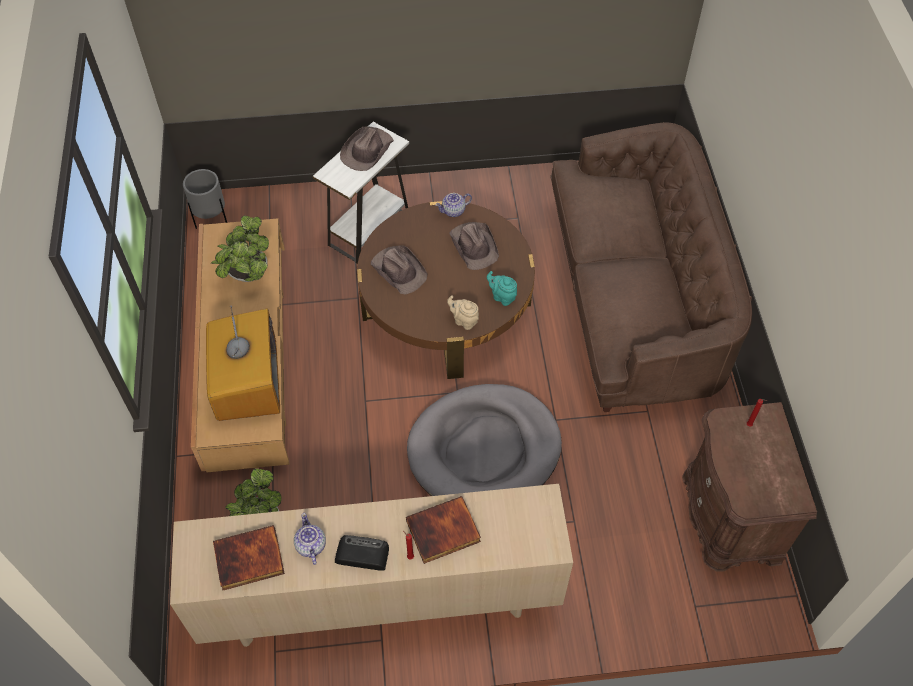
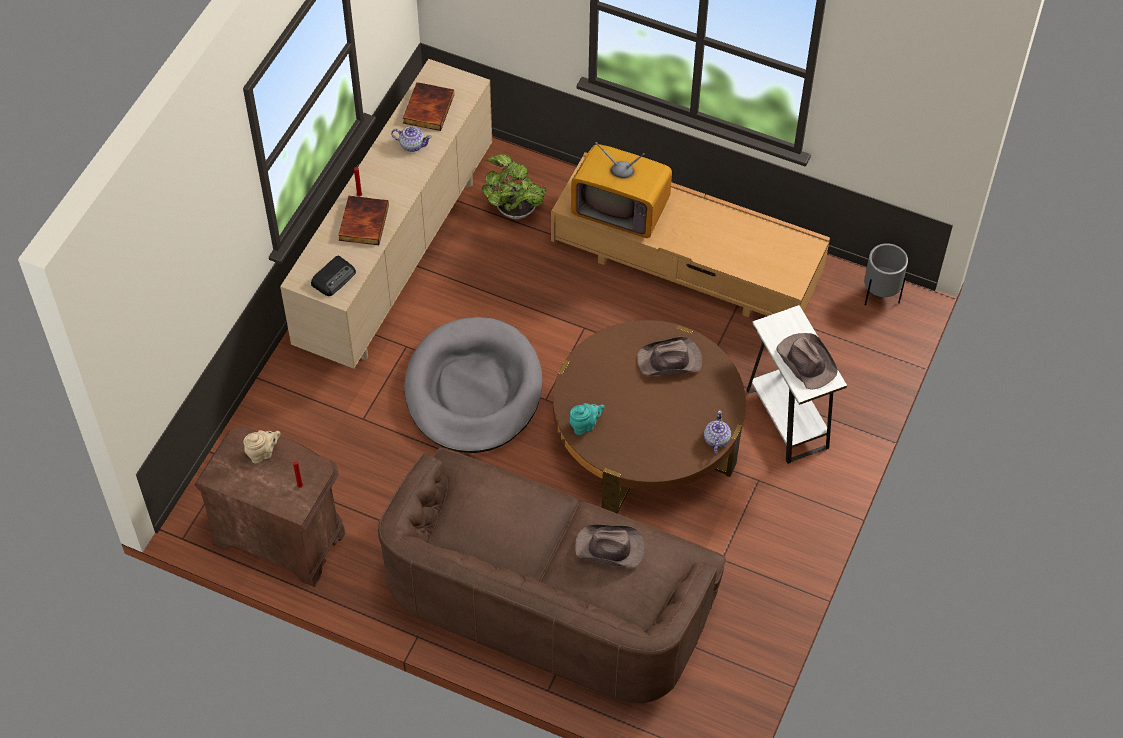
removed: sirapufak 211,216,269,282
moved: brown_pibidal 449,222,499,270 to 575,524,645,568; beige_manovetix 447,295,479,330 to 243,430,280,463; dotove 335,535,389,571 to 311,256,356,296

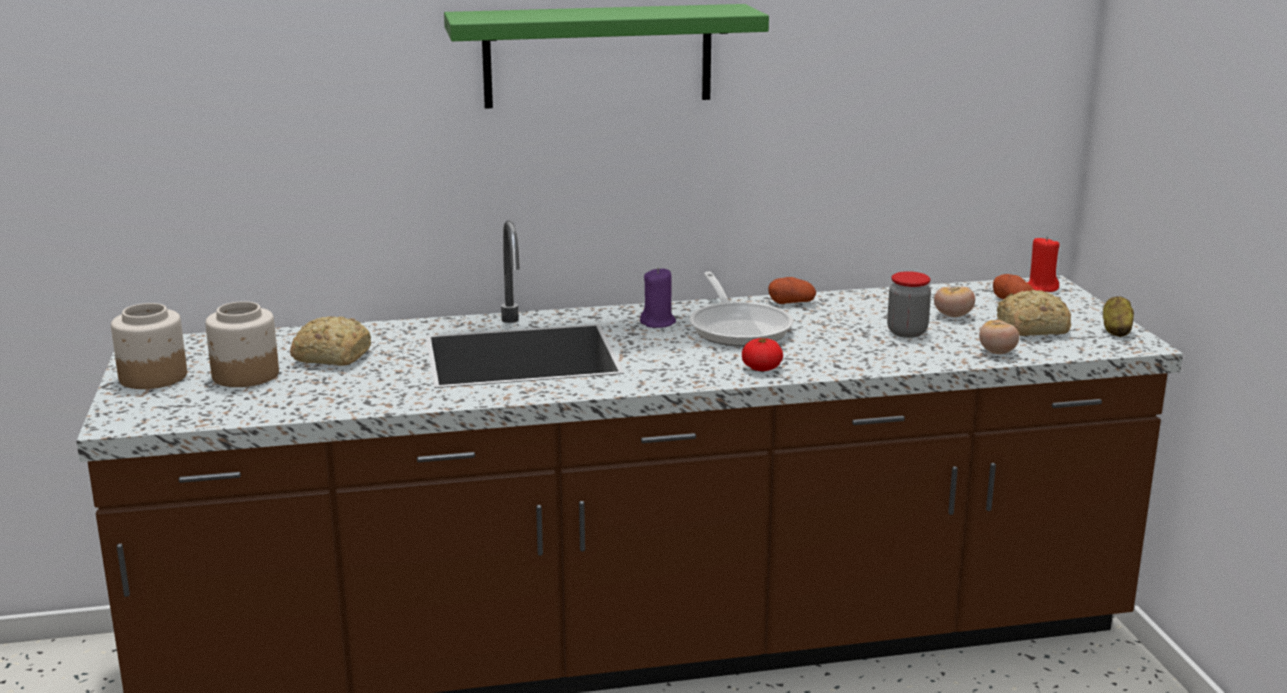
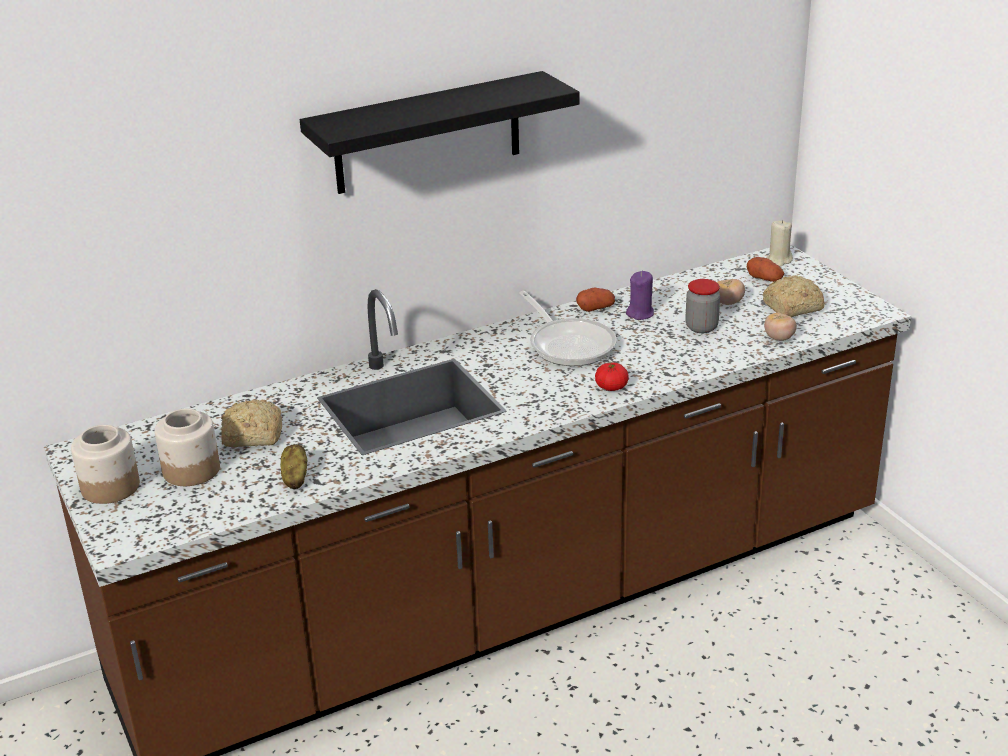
moved: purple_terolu 640,268,676,328 to 626,271,654,320; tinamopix 1103,296,1134,337 to 280,445,307,489
recoloured: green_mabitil 444,4,769,109 to black_mabitil 300,71,580,194; red_terolu 1027,236,1060,292 to beige_terolu 766,220,793,266

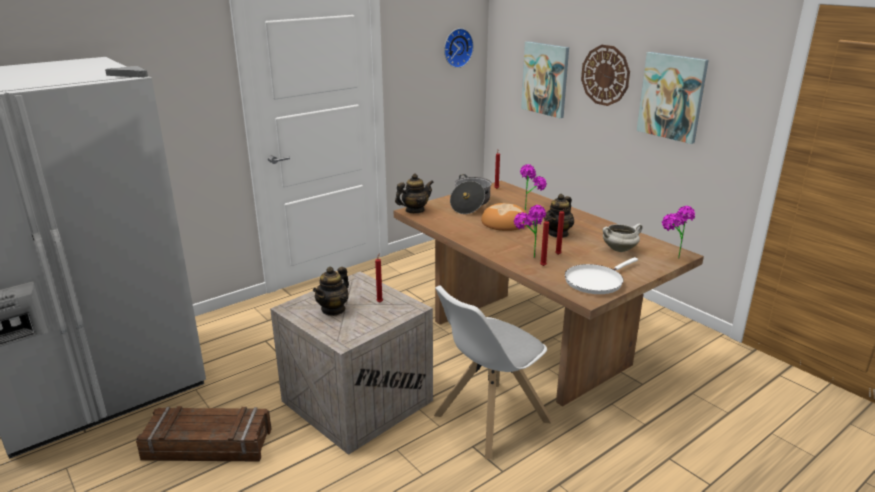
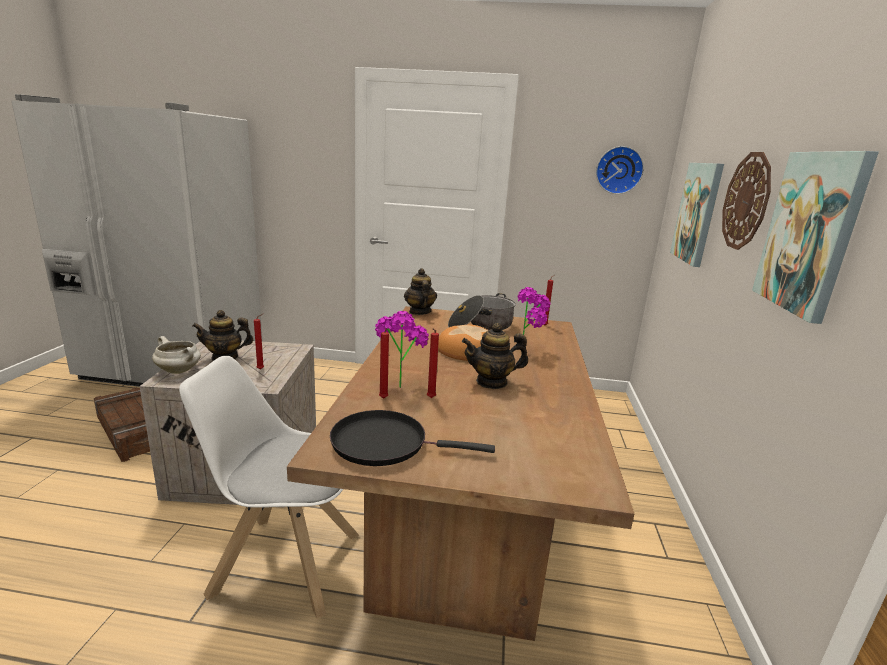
removed: sirapufak 662,206,695,259
moved: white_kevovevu 603,224,643,252 to 152,336,201,374
recoloured: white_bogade 565,257,638,294 to black_bogade 330,410,495,466
turned: manovetix 395,173,434,213 = 404,268,437,315 120 degrees counterclockwise

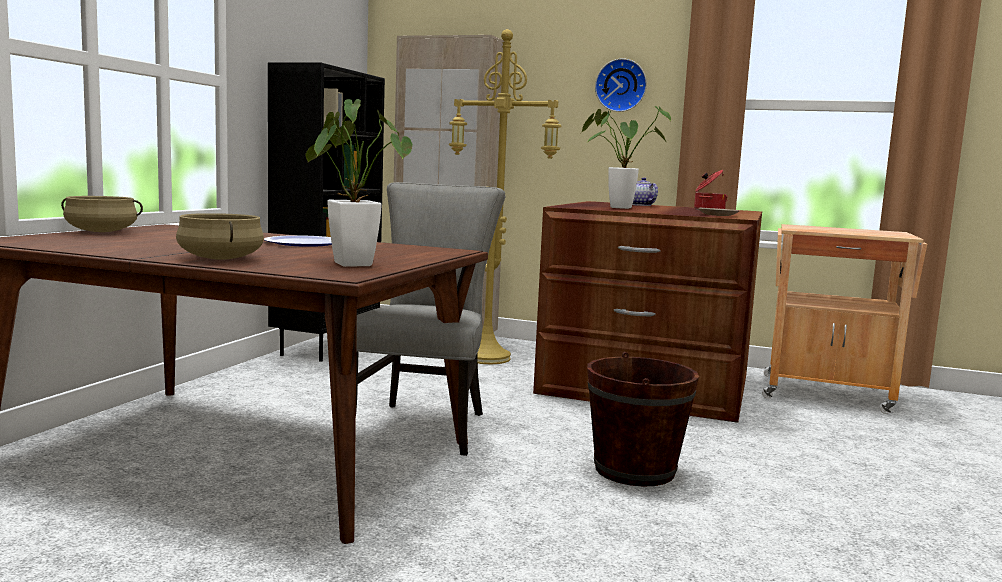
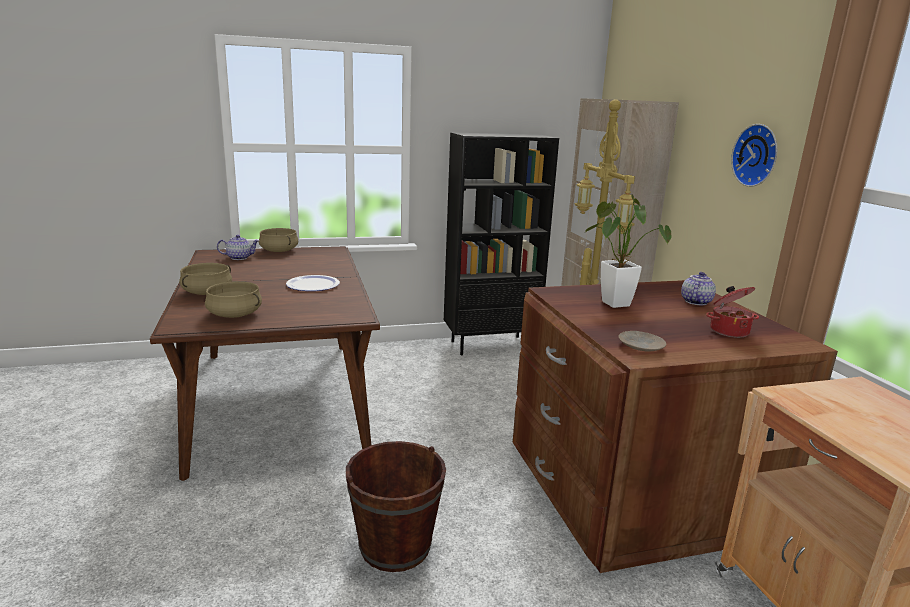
removed: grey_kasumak 356,182,506,456
added: manovetix 217,235,259,260
replaced: sirapufak 305,99,413,267 to beige_kevovevu 205,281,262,318

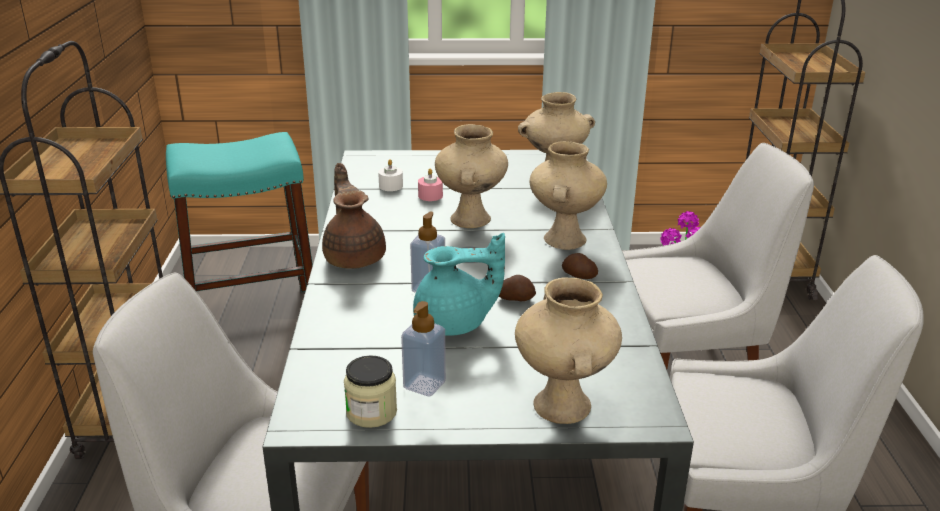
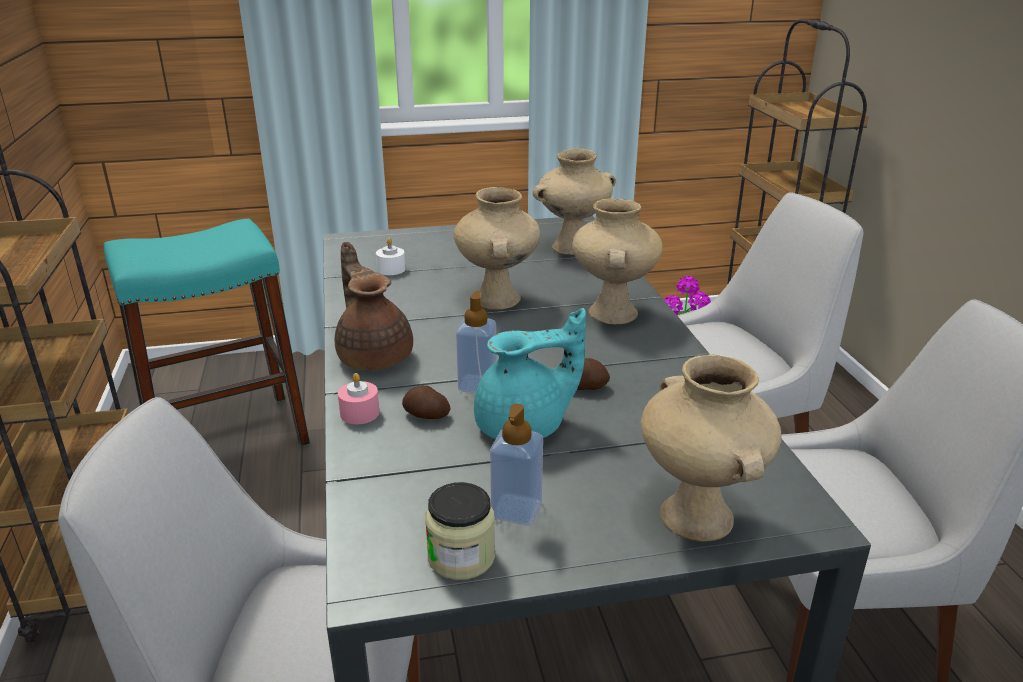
moved: pink_terolu 418,169,443,201 to 338,373,380,424; tinamopix 562,253,598,279 to 402,385,450,419

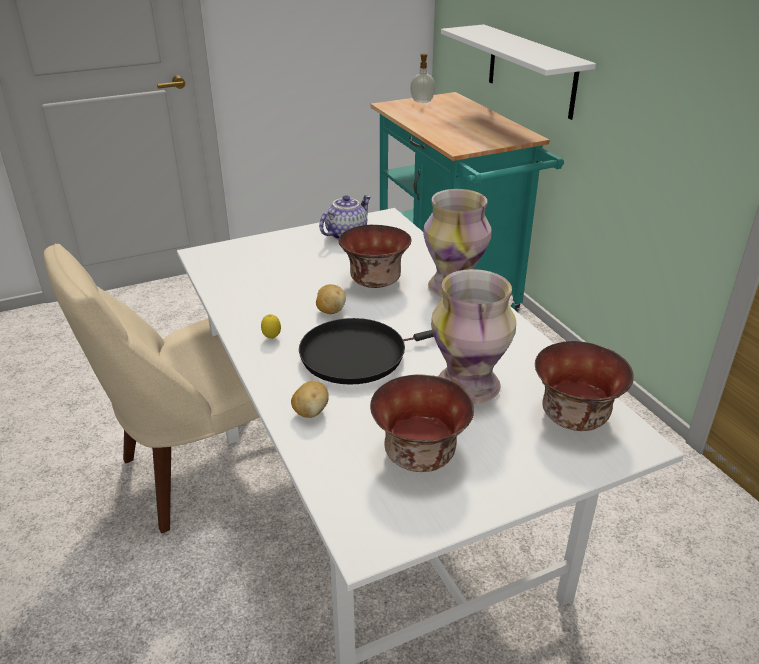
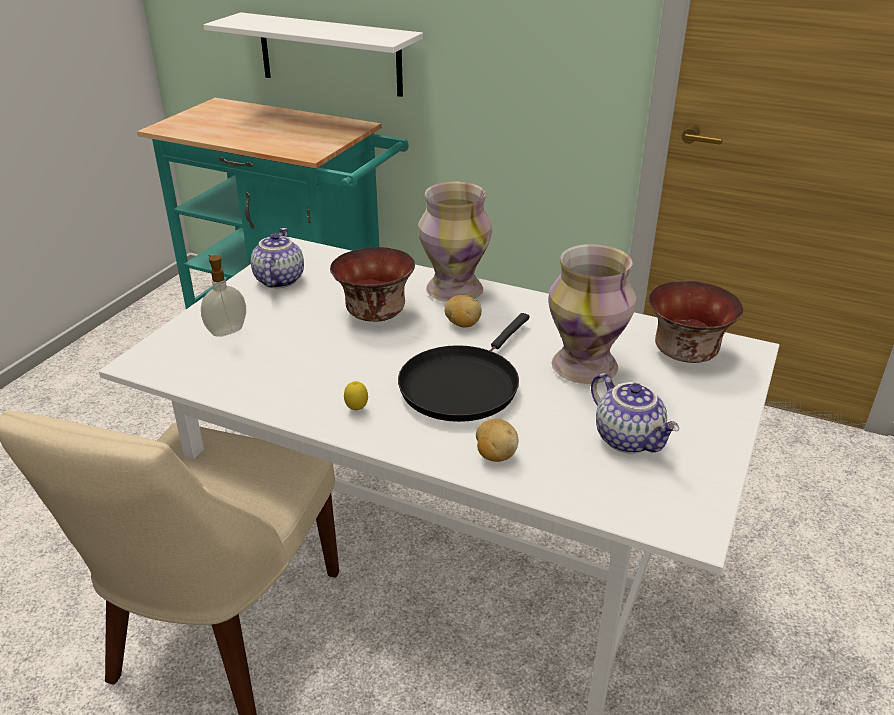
moved: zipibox 410,54,436,103 to 201,255,246,337; tinamopix 316,284,346,314 to 444,295,482,328
replaced: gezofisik 370,375,474,472 to manovetix 591,373,679,454

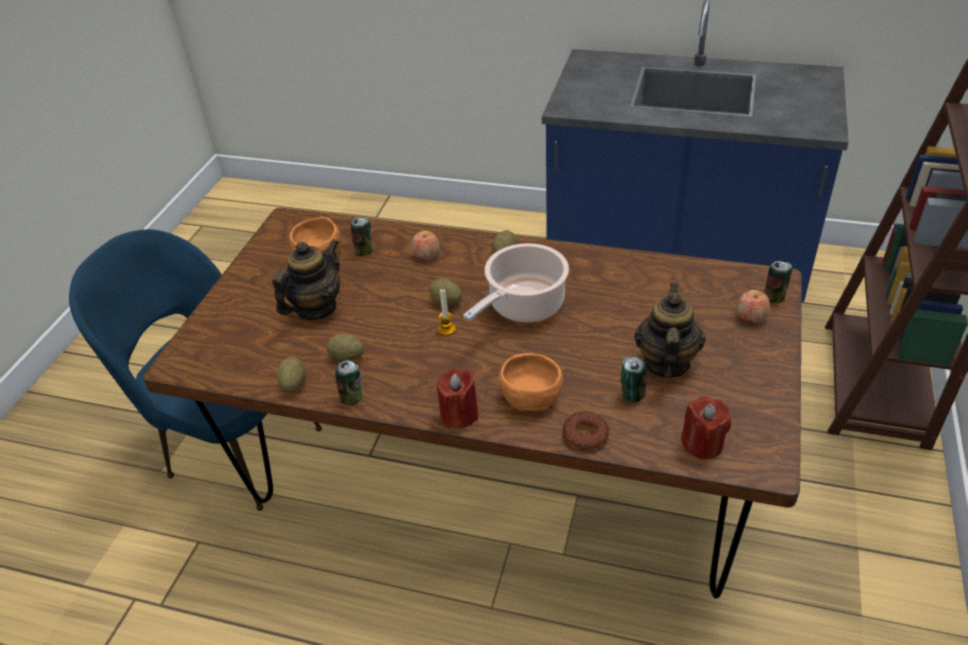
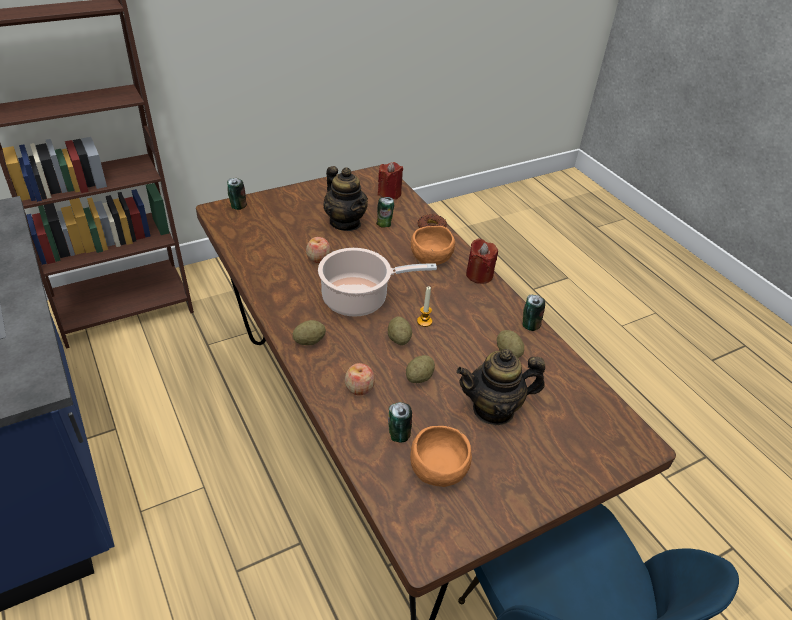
moved: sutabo 737,290,770,323 to 306,237,331,263; tinamopix 277,357,306,391 to 406,355,435,383
turned: manovetix 634,283,706,378 = 323,166,368,231 90 degrees counterclockwise

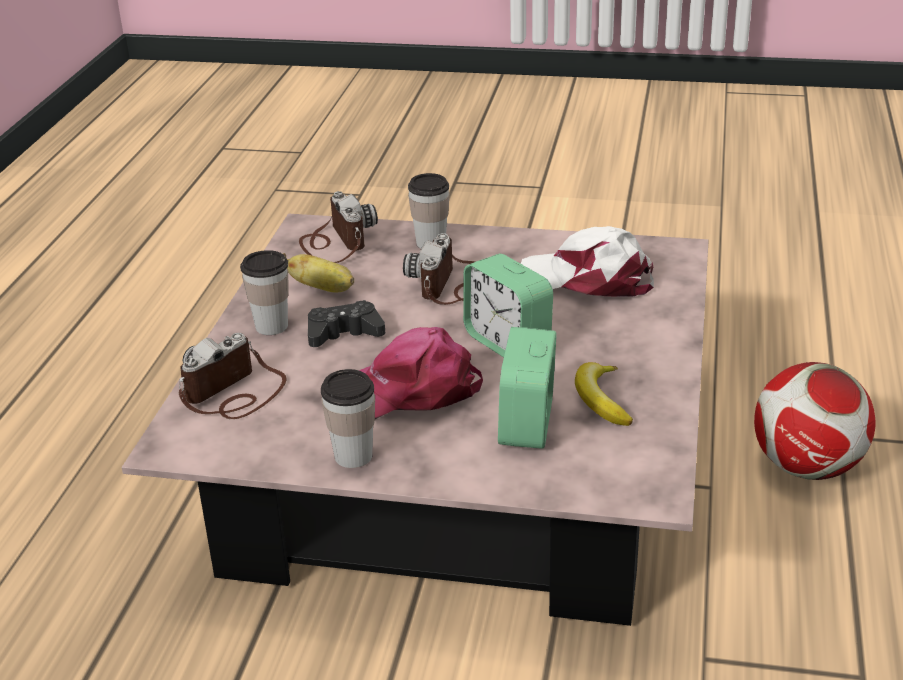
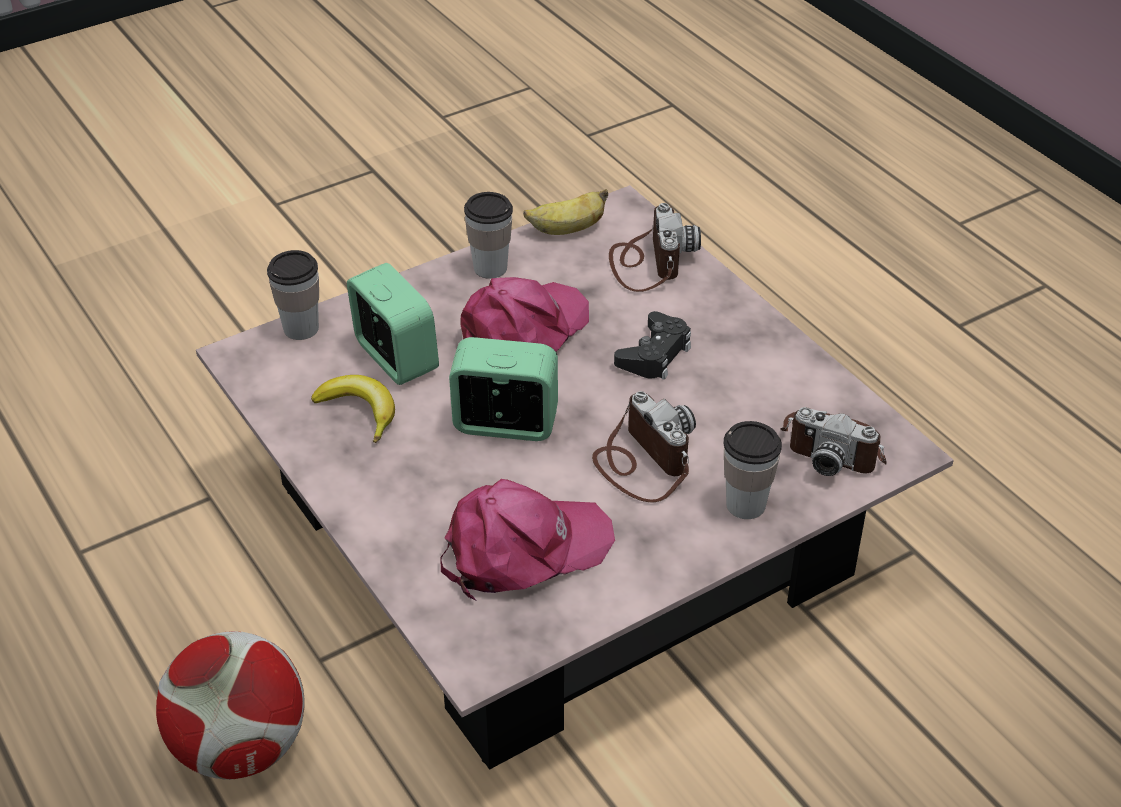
moved: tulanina 240,250,289,335 to 267,250,319,340; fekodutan 283,253,354,292 to 523,189,608,235
recoloured: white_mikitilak 521,226,654,297 to pink_mikitilak 440,479,615,600

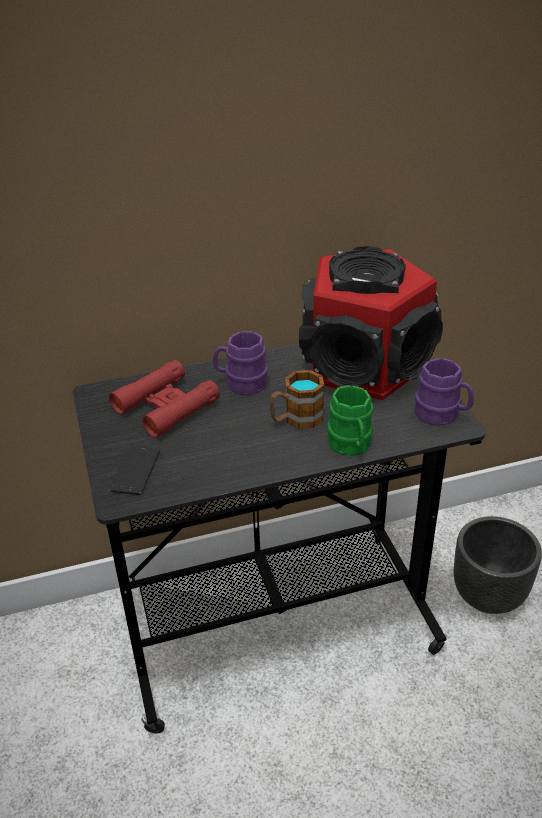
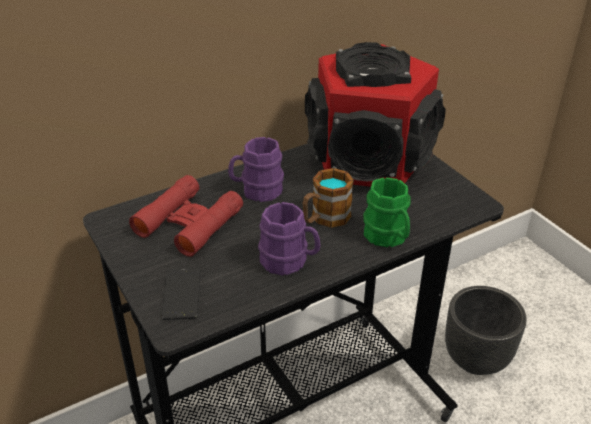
moved: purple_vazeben 414,358,474,426 to 258,202,321,276

